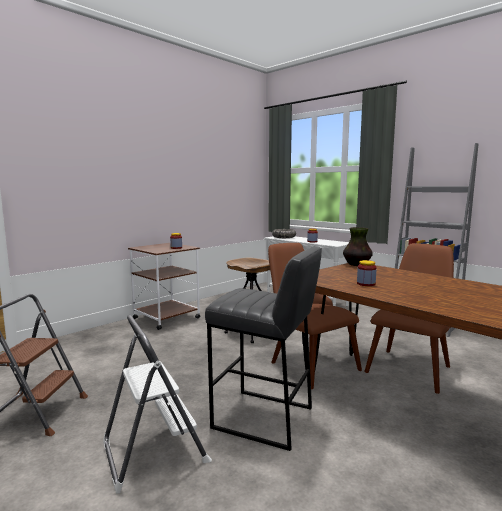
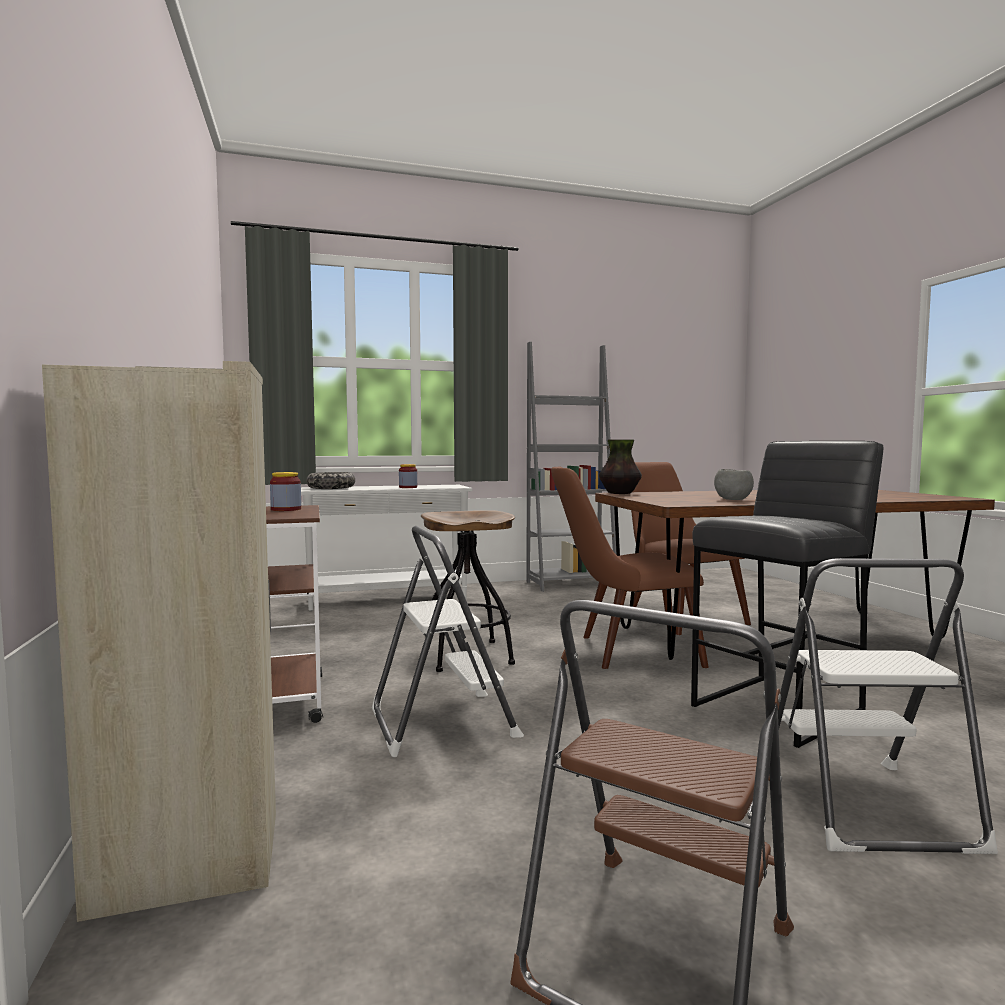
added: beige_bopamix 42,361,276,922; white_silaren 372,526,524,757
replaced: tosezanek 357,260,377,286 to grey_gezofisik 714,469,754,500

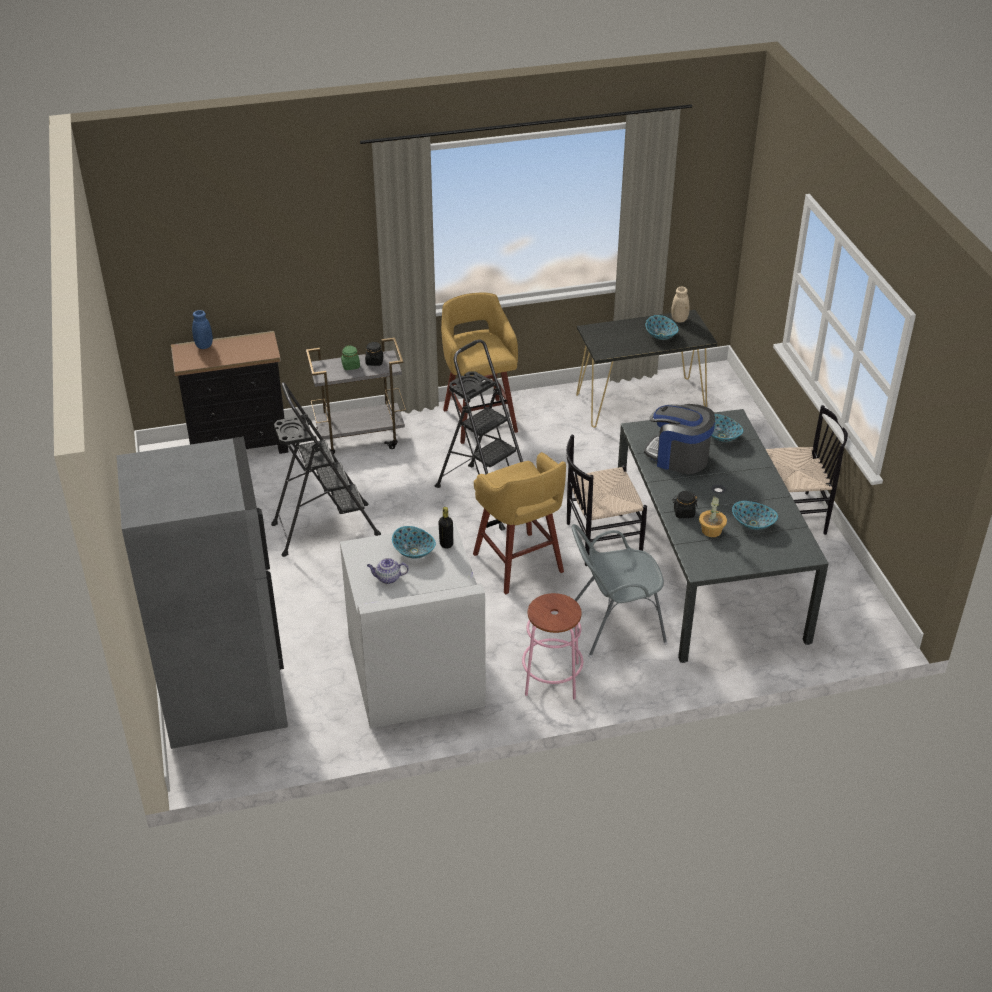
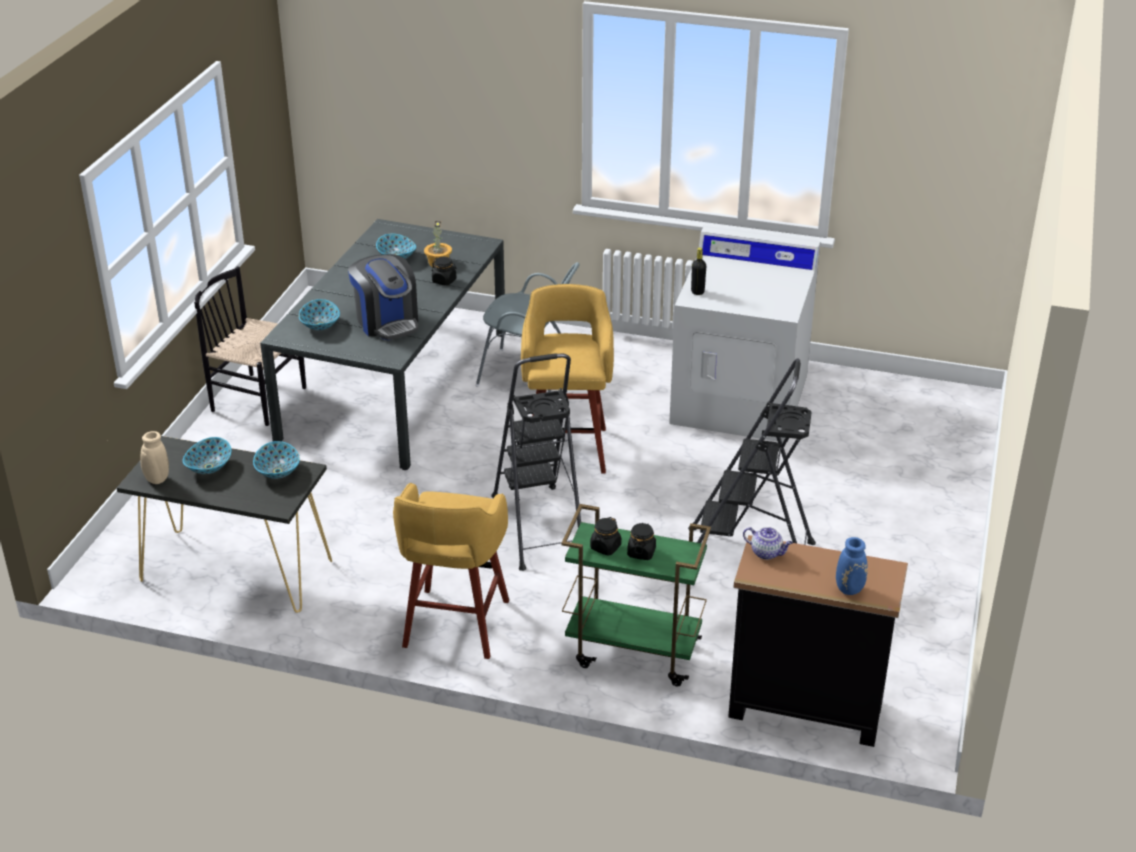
removed: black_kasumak 566,435,647,566; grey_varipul 117,437,288,749; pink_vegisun 522,593,583,700
moved: gezofisik 392,526,436,559 to 253,441,300,479; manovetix 367,558,409,584 to 743,527,793,560
recoloured: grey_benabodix 306,338,406,454 to green_benabodix 561,504,711,687; green_tosezanek 341,345,360,370 to black_tosezanek 627,523,656,560

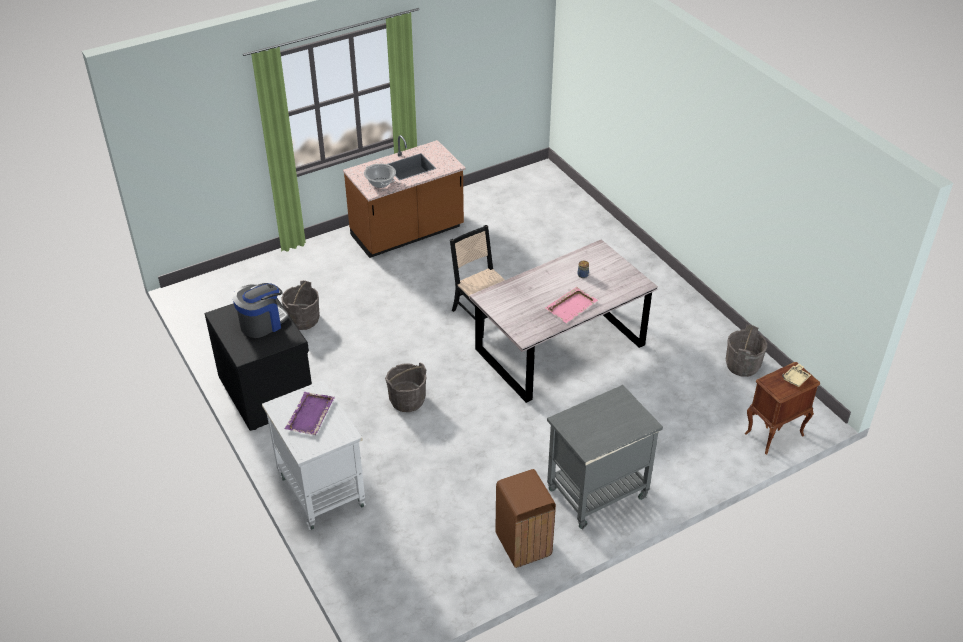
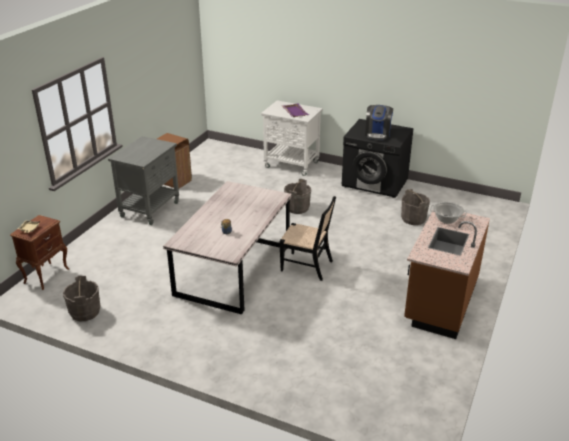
removed: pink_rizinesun 545,287,598,323

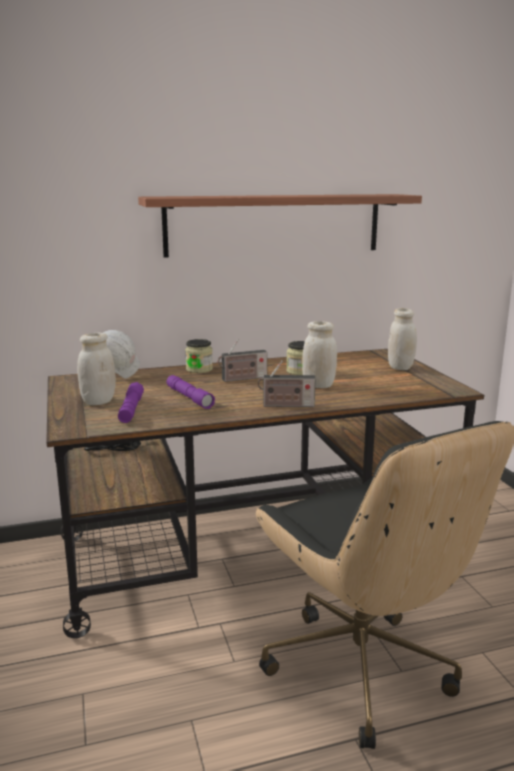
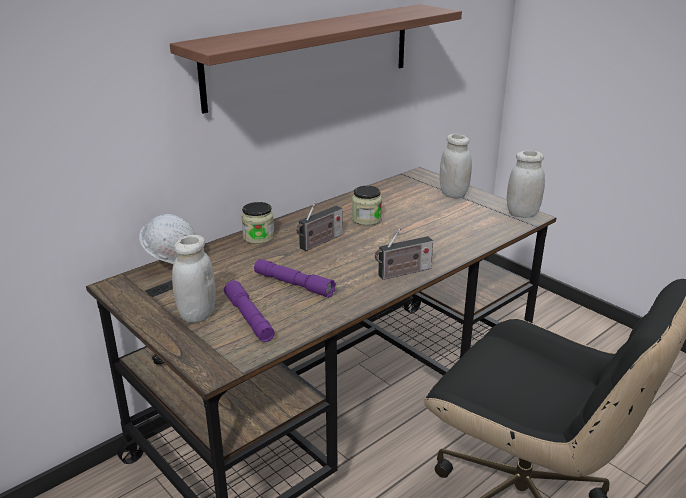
moved: white_tosezanek 302,321,337,388 to 507,151,545,218

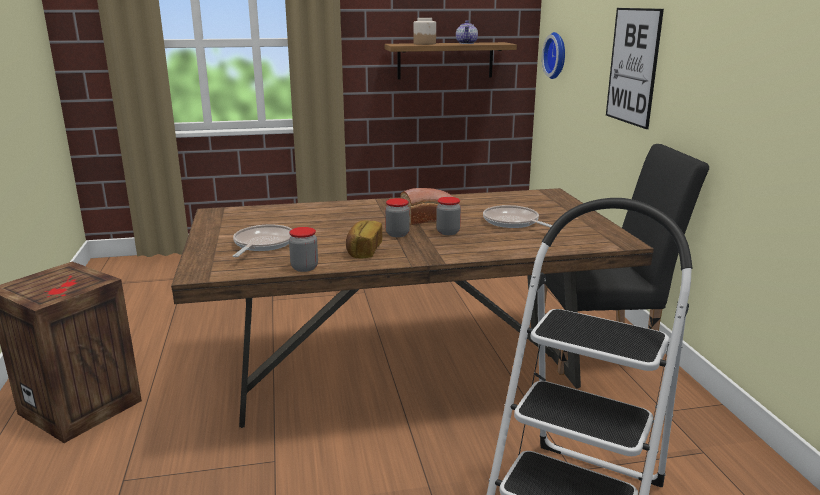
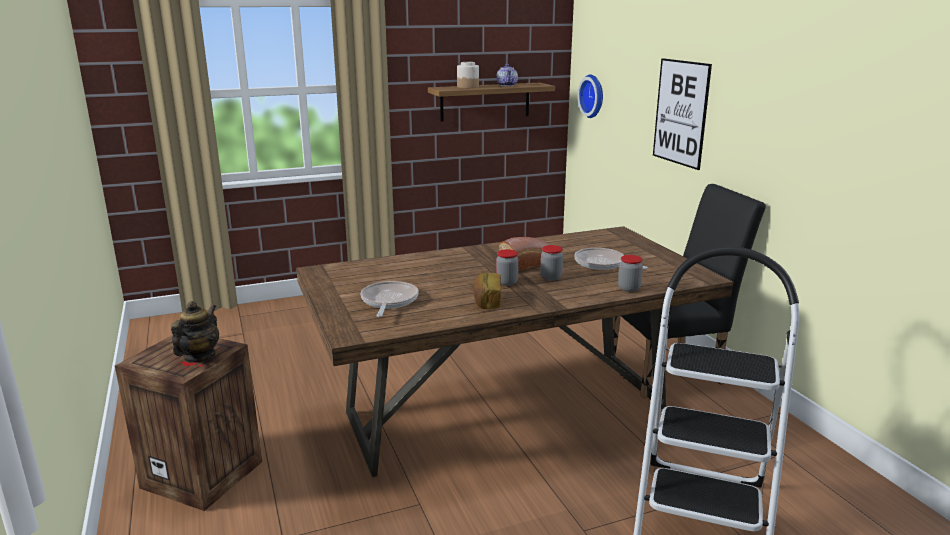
added: manovetix 171,301,219,363
moved: tosezanek 289,227,318,272 to 618,255,643,292

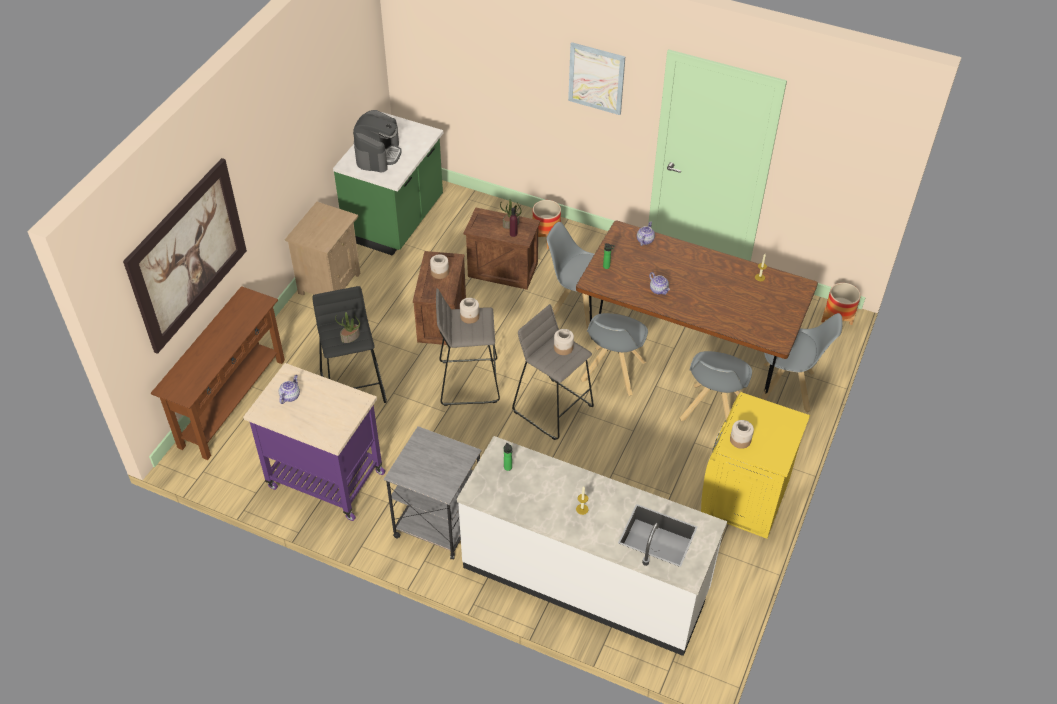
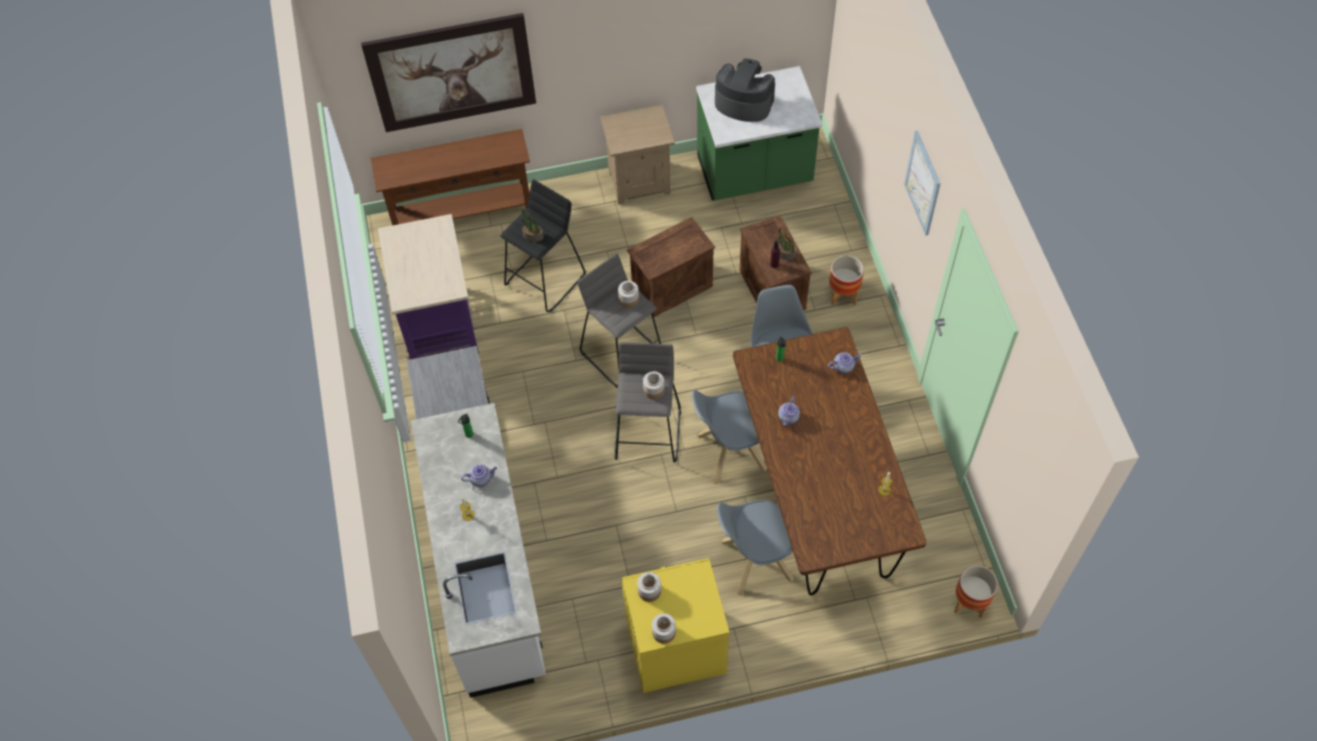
removed: grey_kasumak 760,313,842,412
moved: tosezanek 430,254,449,279 to 652,613,676,644; manovetix 279,375,300,404 to 461,464,497,487
turned: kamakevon 353,110,402,173 = 715,58,775,122 135 degrees counterclockwise

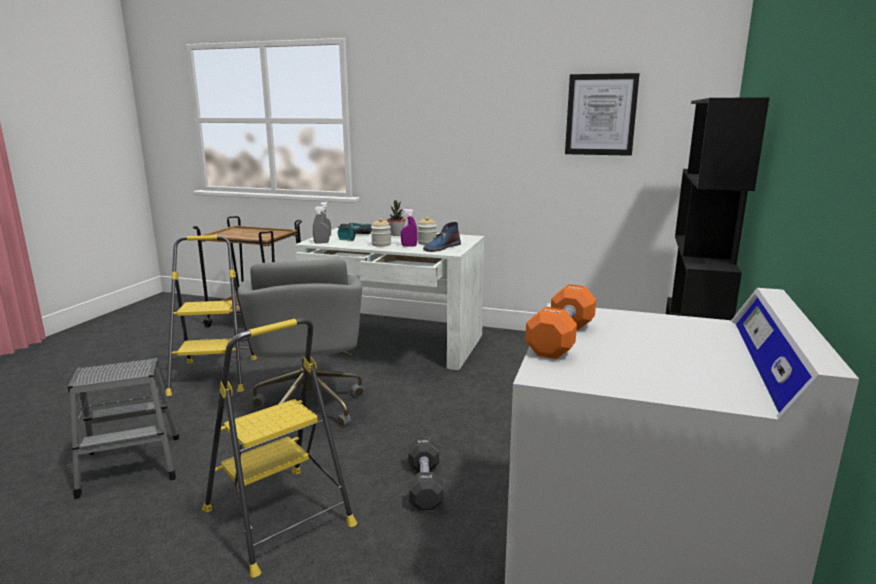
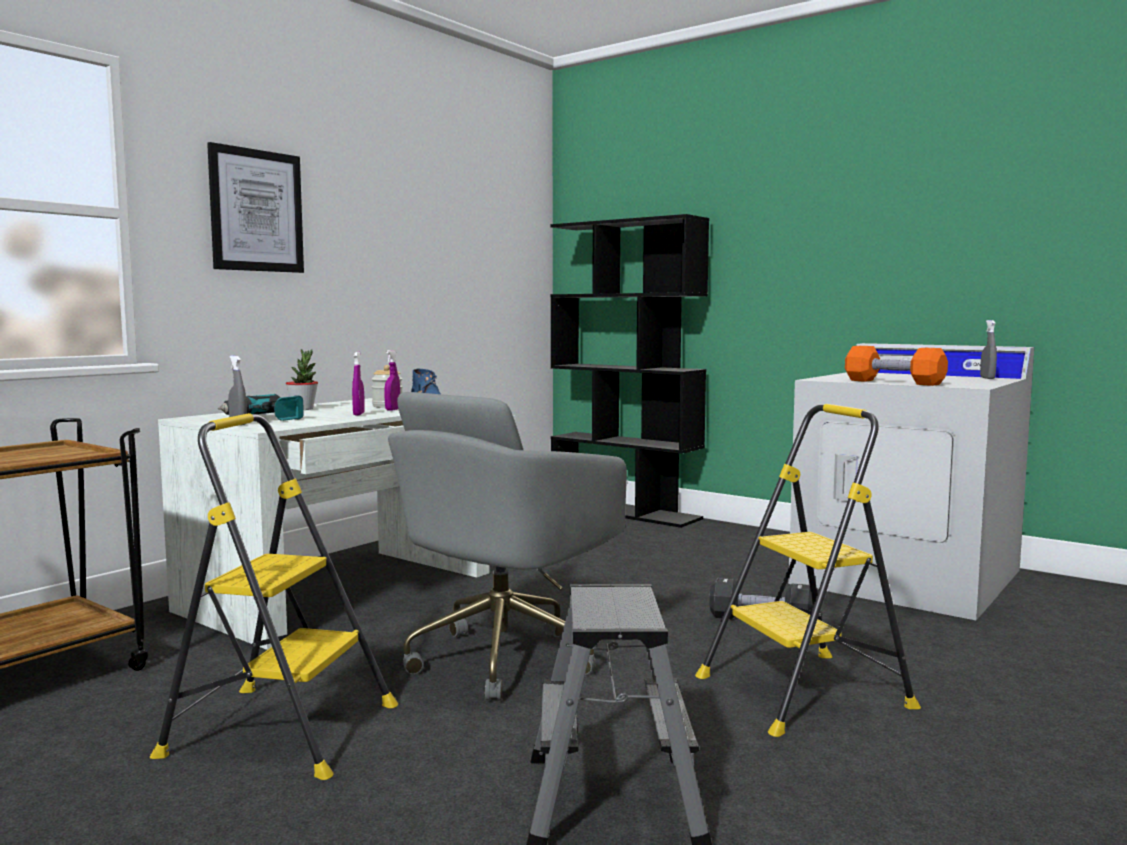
moved: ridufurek 565,73,640,156 to 207,142,304,273; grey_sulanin 313,206,329,244 to 980,320,997,379
replaced: tosezanek 371,218,391,247 to purple_sulanin 352,352,365,416
turned: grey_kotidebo 238,259,364,427 = 388,392,627,700 120 degrees clockwise

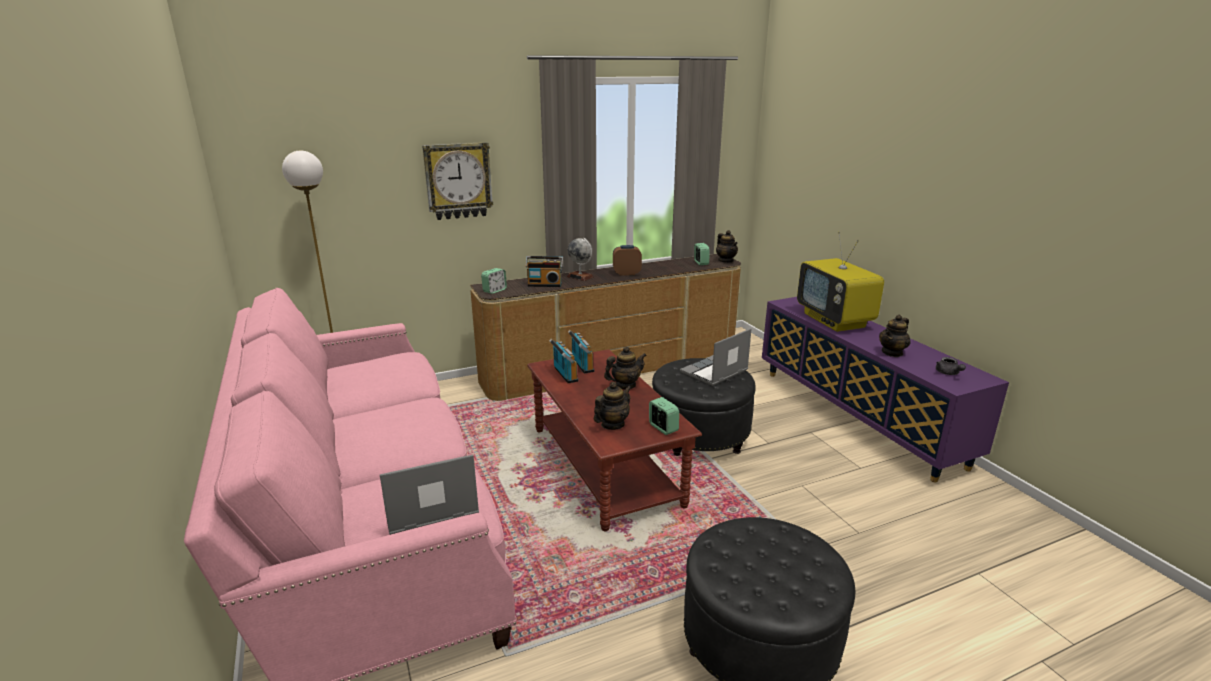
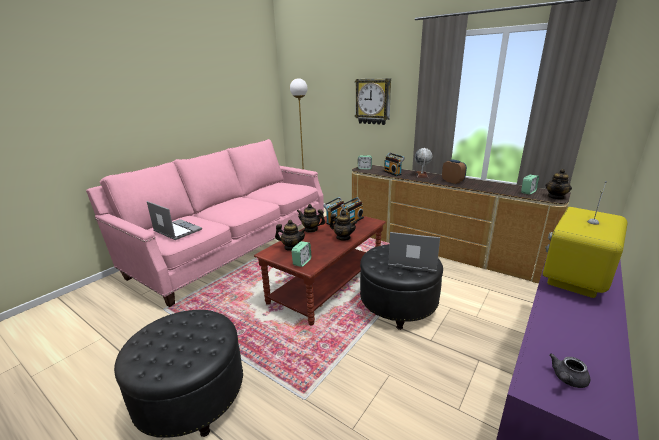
moved: manovetix 879,315,911,357 to 297,204,325,233

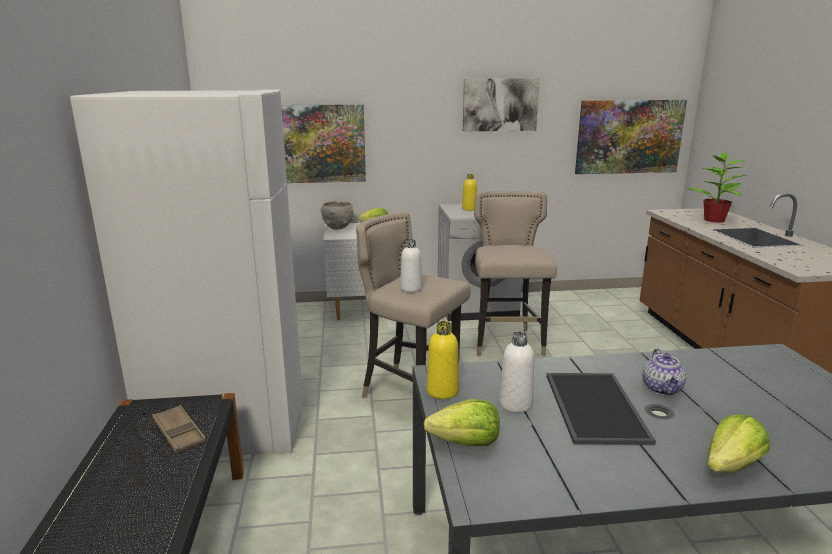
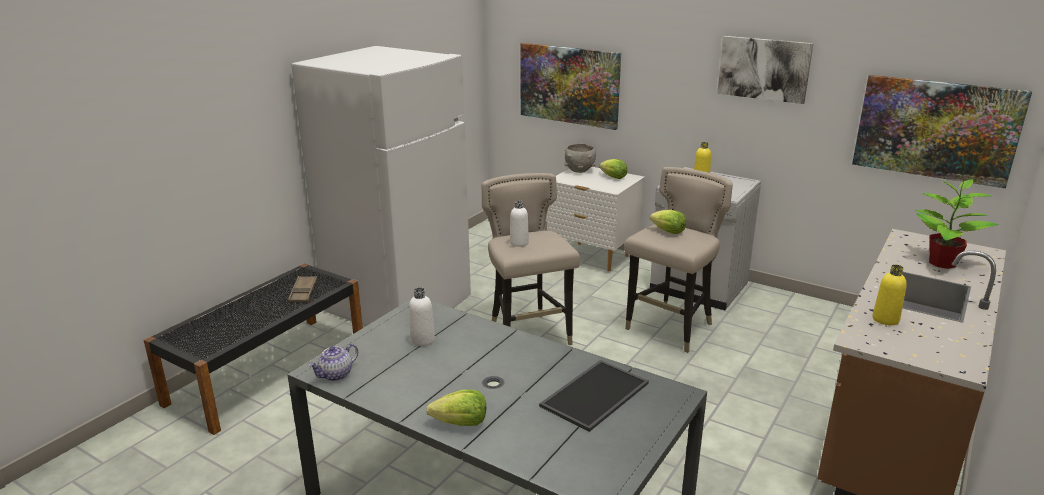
moved: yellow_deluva 427,321,459,399 to 872,265,907,325; manovetix 643,349,686,395 to 309,344,358,381; rizinesun 546,373,656,445 to 539,360,649,432; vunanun 424,399,500,446 to 650,210,686,234

